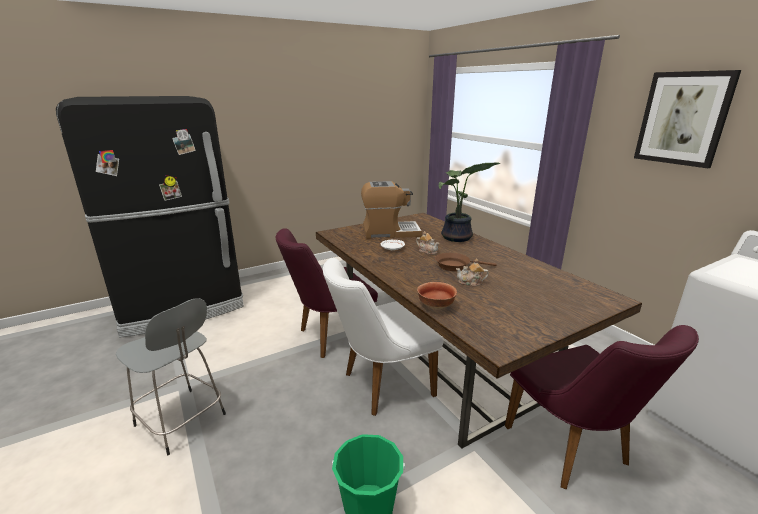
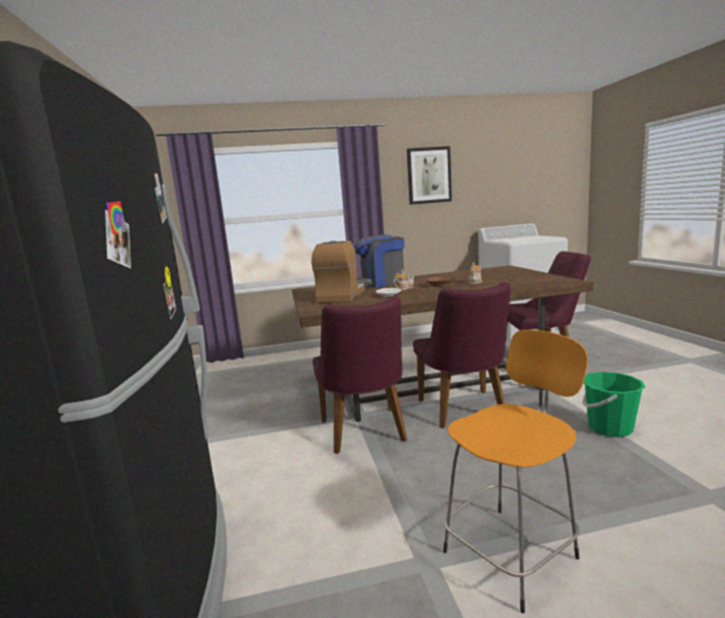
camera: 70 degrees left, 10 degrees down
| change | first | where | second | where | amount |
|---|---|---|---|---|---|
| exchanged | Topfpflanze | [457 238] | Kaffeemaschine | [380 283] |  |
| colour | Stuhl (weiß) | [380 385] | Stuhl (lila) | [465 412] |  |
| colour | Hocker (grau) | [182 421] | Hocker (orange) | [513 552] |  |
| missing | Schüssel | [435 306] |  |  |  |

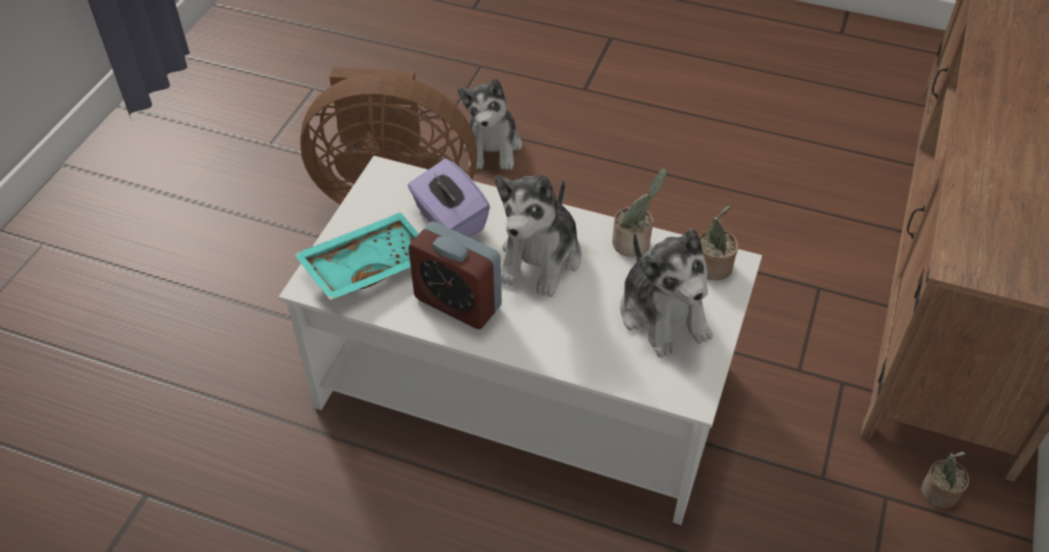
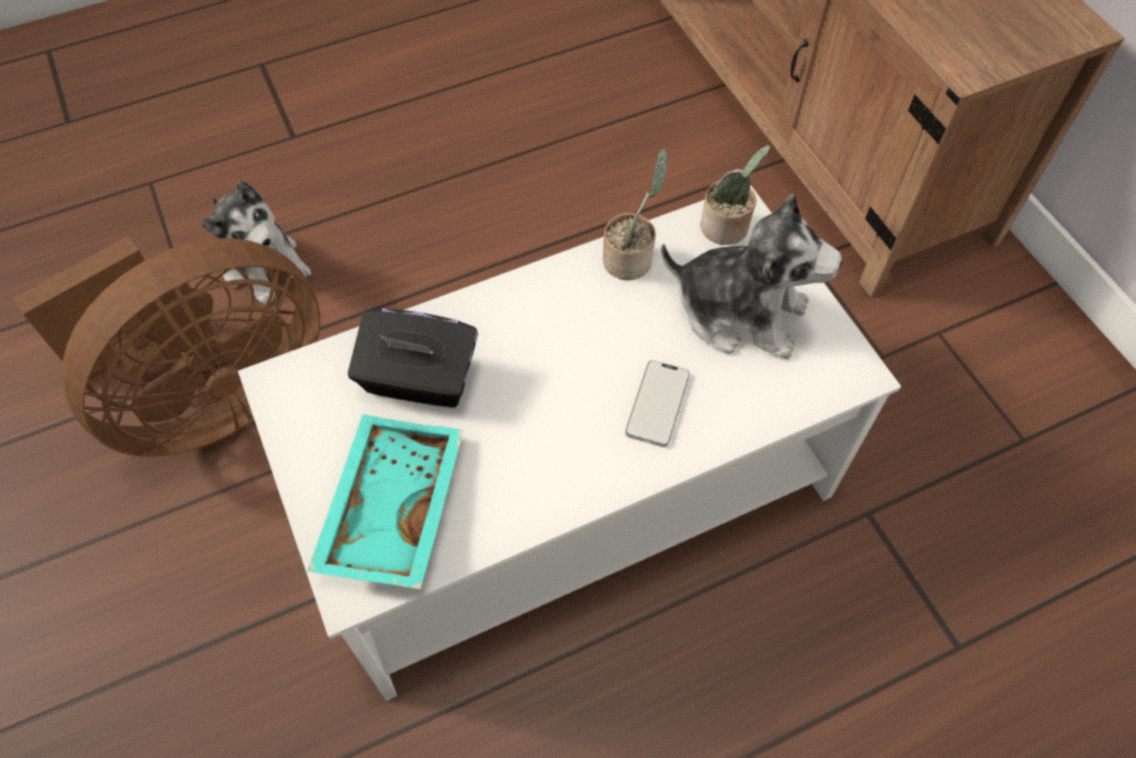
camera: 45 degrees left, 10 degrees up
| change | first | where | second | where | amount |
|---|---|---|---|---|---|
| colour | Taschentuchbox (lila) | [449 220] | Taschentuchbox (schwarz) | [419 380] |  |
| appeared |  |  | Handy | [657 404] |  |
| missing | Wecker | [458 302] |  |  |  |
| missing | Plüschtier | [540 258] |  |  |  |
| missing | Topfpflanze | [938 494] |  |  |  |

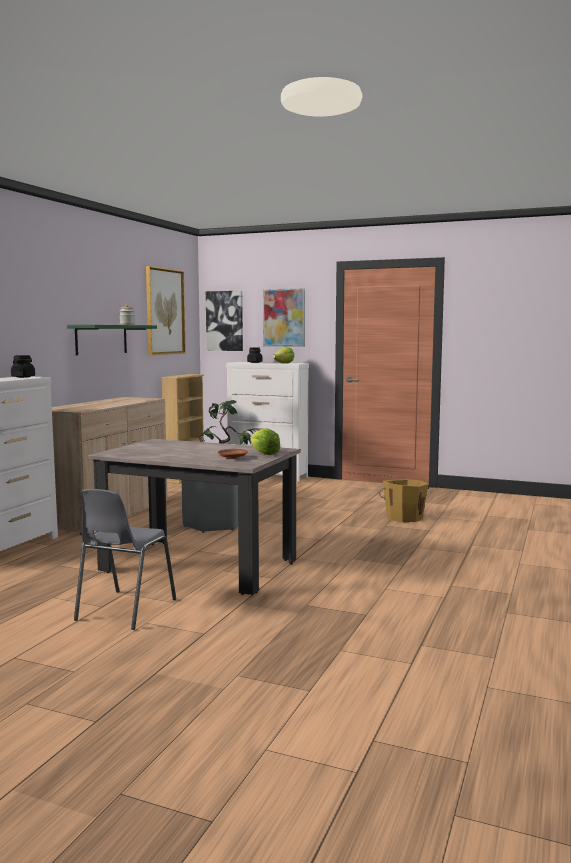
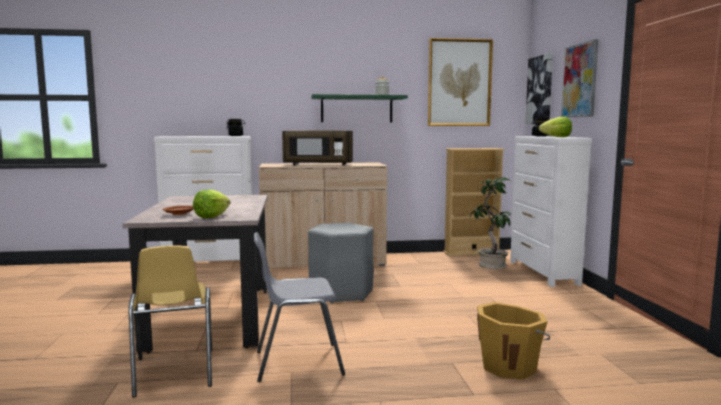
camera: 60 degrees right, 0 degrees up
| change | first | where | second | where | amount |
|---|---|---|---|---|---|
| appeared |  |  | Stuhl (gelb) | [174 372] |  |
| relocated | Stuhl (grau) | [124 610] |  | [297 362] |  |
| appeared |  |  | Mikrowelle (braun) | [318 164] |  |

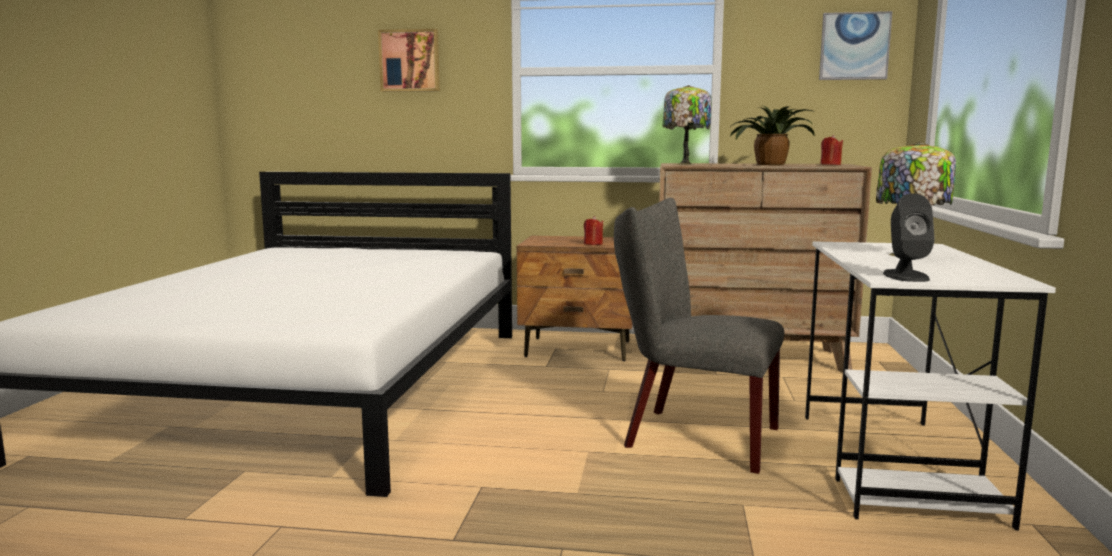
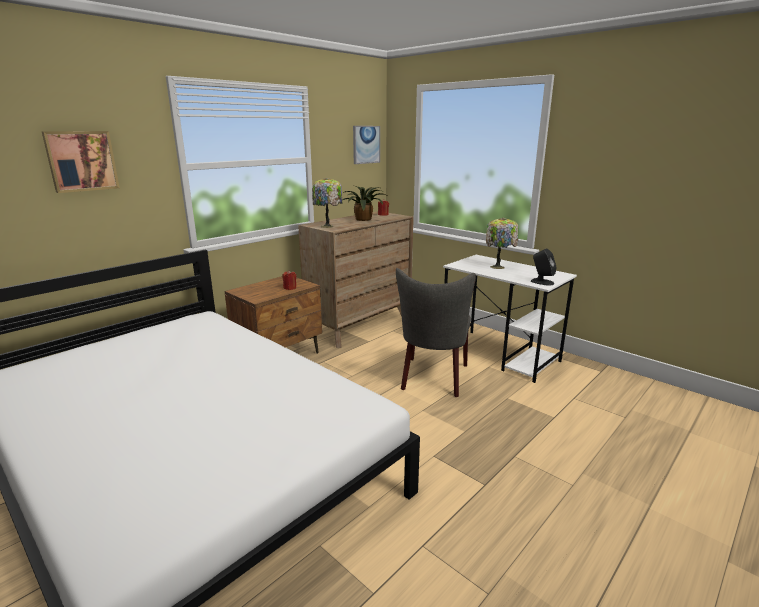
camera: 55 degrees left, 10 degrees up
| change | first | where | second | where | amount |
|---|---|---|---|---|---|
| spun | Stuhl (grau) | [691 436] |  | [433 379] | 45 degrees counterclockwise |

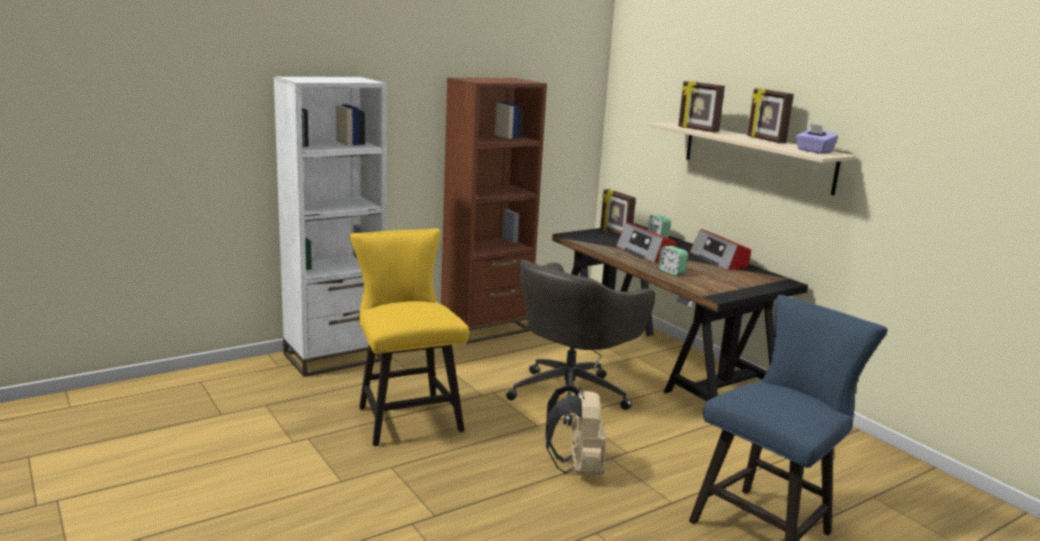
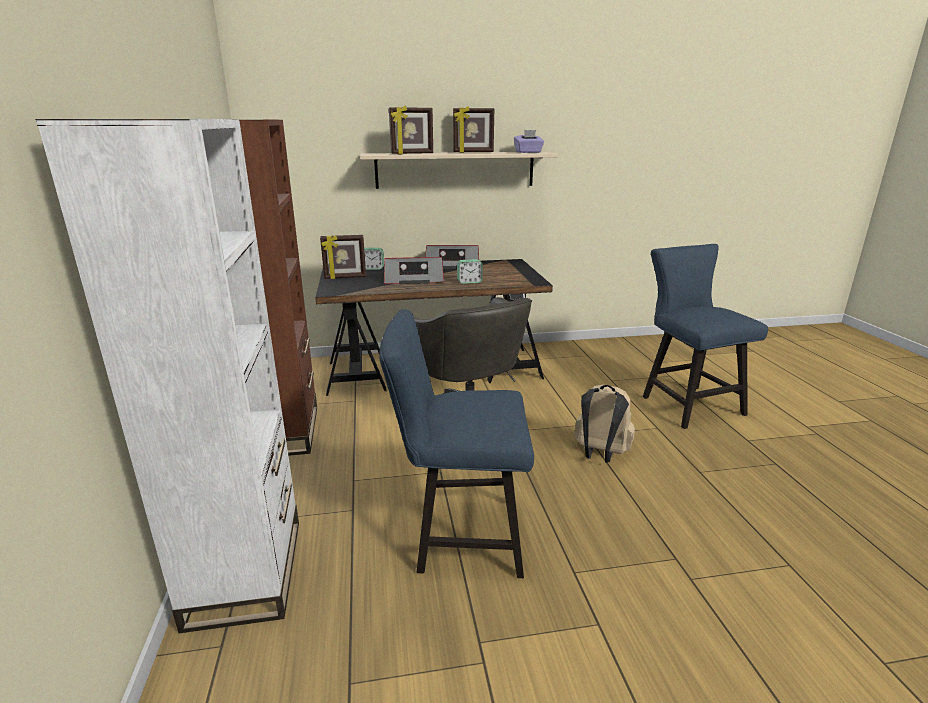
camera: 65 degrees left, 5 degrees up
| change | first | where | second | where | amount |
|---|---|---|---|---|---|
| colour | Stuhl (gelb) | [405 415] | Stuhl (blau) | [459 536] |  |

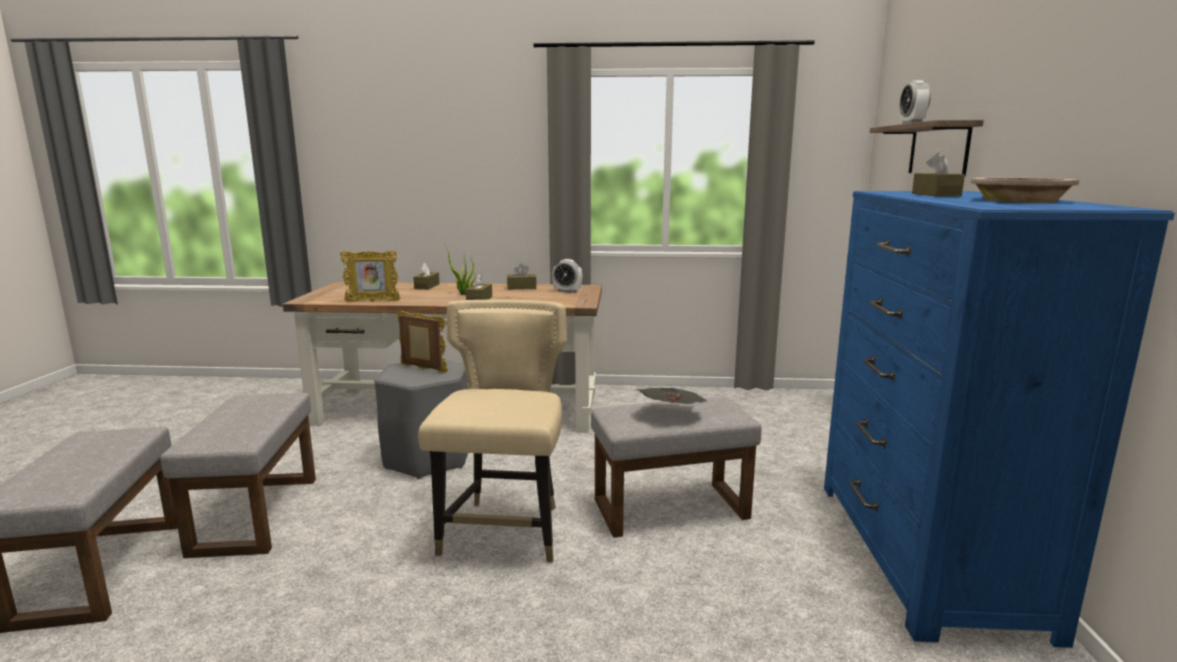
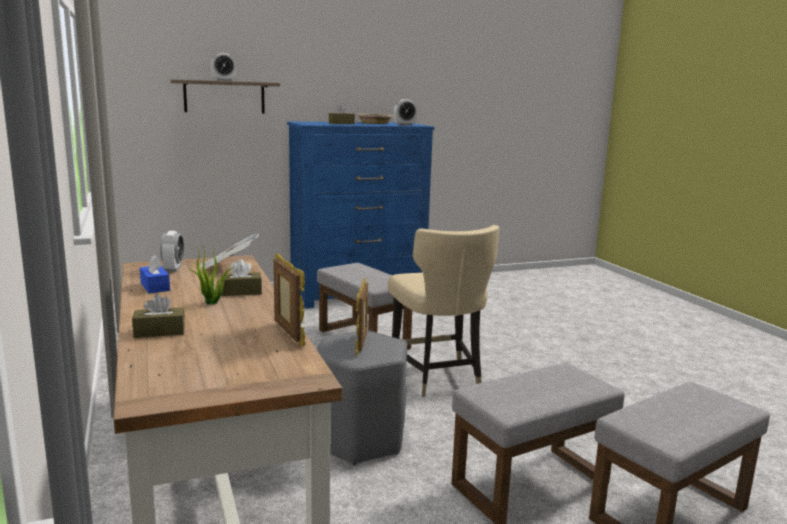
camera: 115 degrees left, 0 degrees up
| change | first | where | second | where | amount |
|---|---|---|---|---|---|
| colour | Taschentuchbox (braun) | [521 288] | Taschentuchbox (blau) | [155 287] |  |
| relocated | Zeitung | [672 414] |  | [228 267] |  |
| spun | Stuhl (beige) | [505 531] |  | [437 377] | 90 degrees counterclockwise |
| appeared |  |  | Wecker | [404 125] |  |

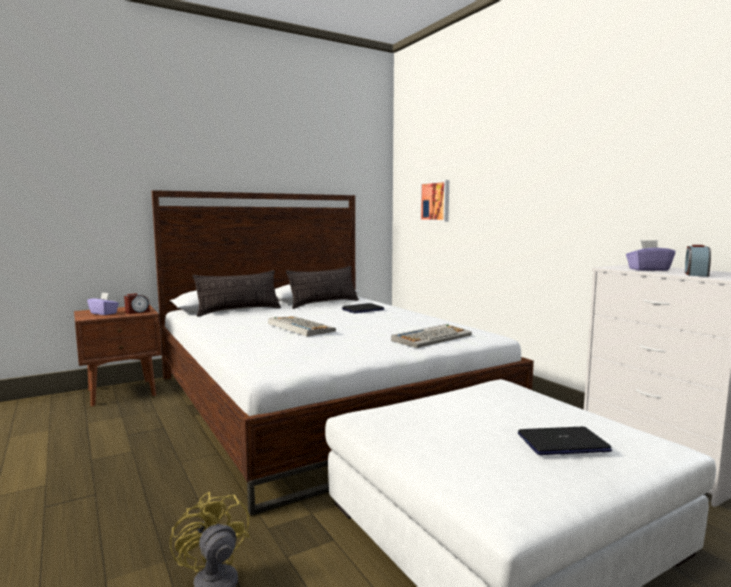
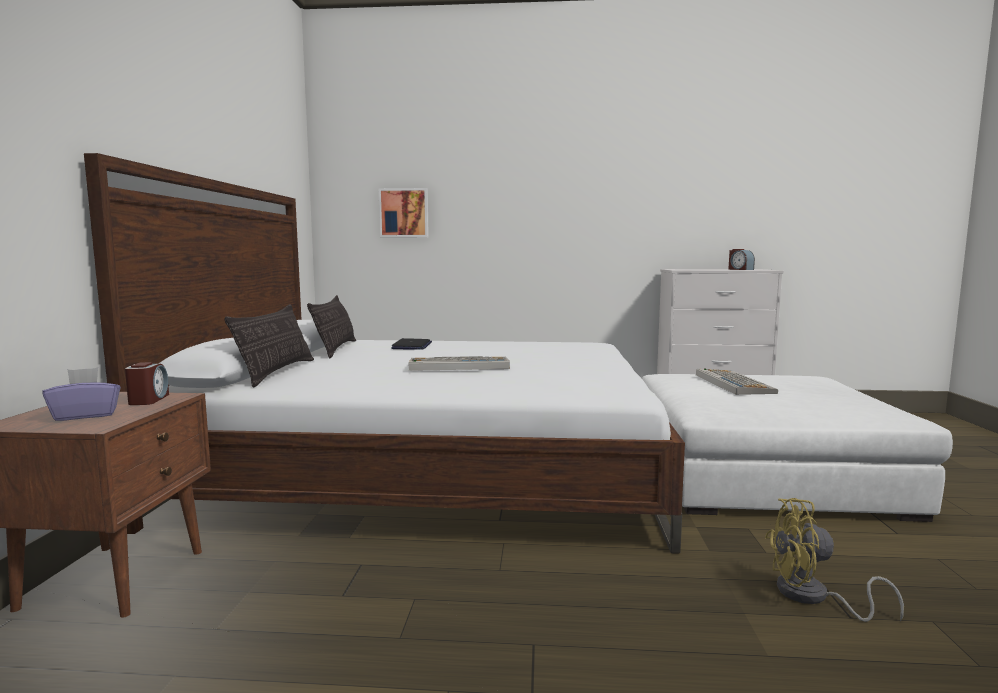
camera: 55 degrees left, 0 degrees up
| change | first | where | second | where | amount |
|---|---|---|---|---|---|
| relocated | Tastatur | [432 337] |  | [732 383] |  |
| missing | Laptop | [562 442] |  |  |  |
| missing | Taschentuchbox (lila) | [648 269] |  |  |  |

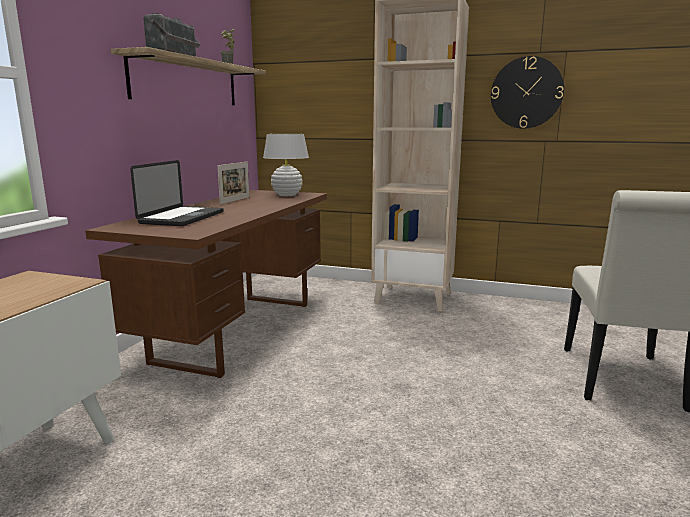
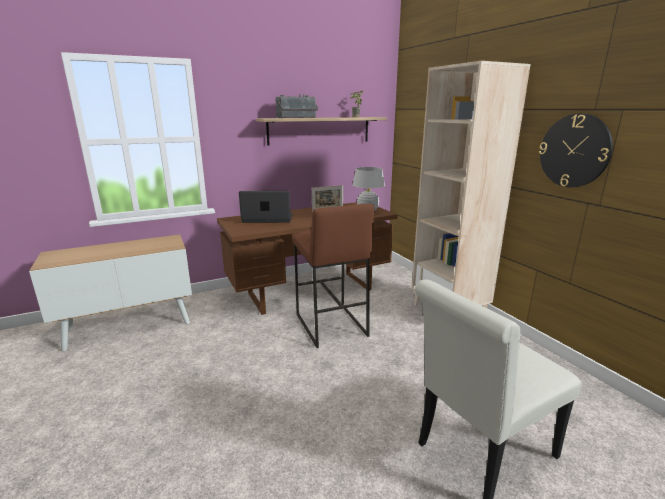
camera: 45 degrees right, 5 degrees up
| change | first | where | second | where | amount |
|---|---|---|---|---|---|
| spun | Laptop | [182 217] |  | [267 219] | 150 degrees counterclockwise |
| appeared |  |  | Hocker (braun) | [330 325] |  |

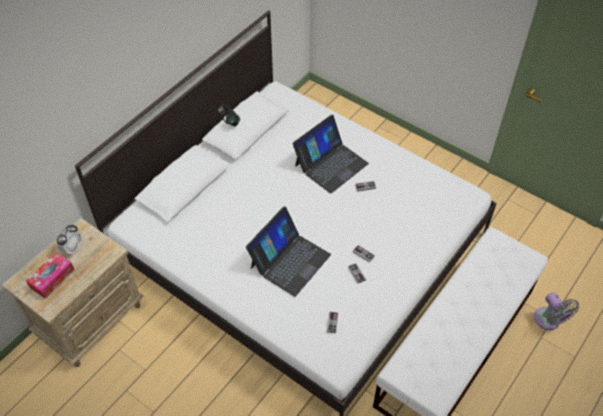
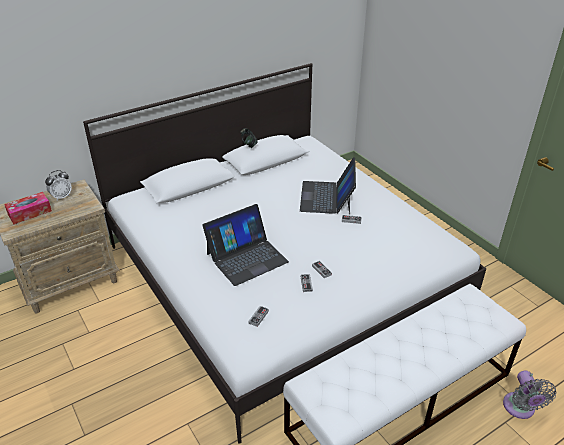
camera: 20 degrees right, 15 degrees down
| change | first | where | second | where | amount |
|---|---|---|---|---|---|
| spun | Laptop | [330 164] |  | [327 197] | 120 degrees clockwise |

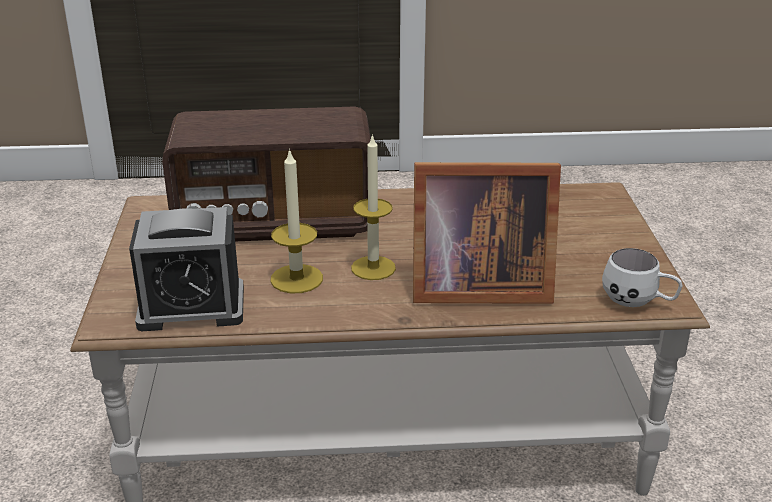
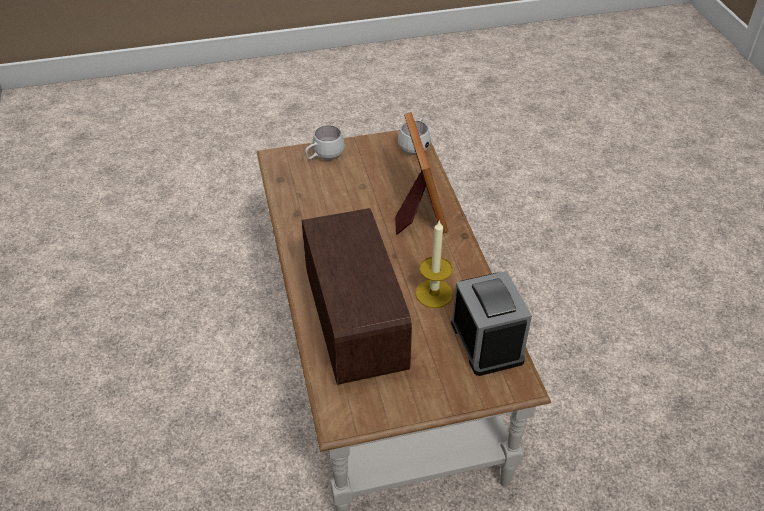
camera: 100 degrees left, 15 degrees up
| change | first | where | second | where | amount |
|---|---|---|---|---|---|
| appeared |  |  | Henkelbecher (weiß) | [324 157] |  |
| missing | Kerze | [373 268] |  |  |  |

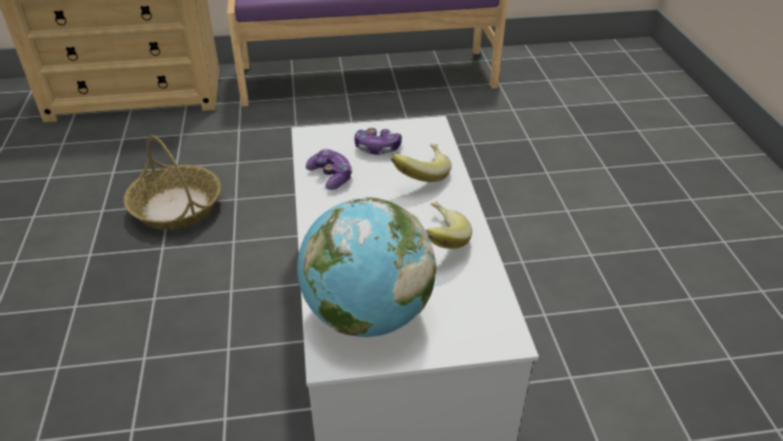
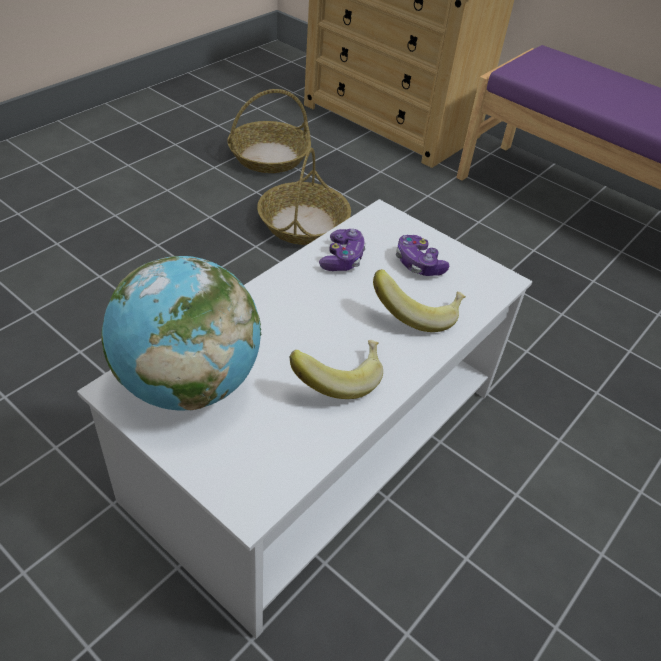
camera: 45 degrees right, 5 degrees up
| change | first | where | second | where | amount |
|---|---|---|---|---|---|
| appeared |  |  | Korb | [269 156] |  |

